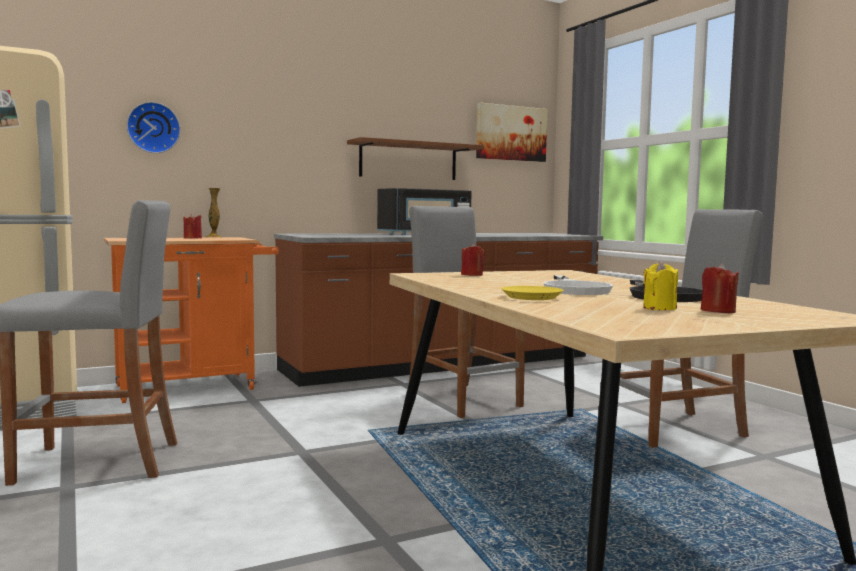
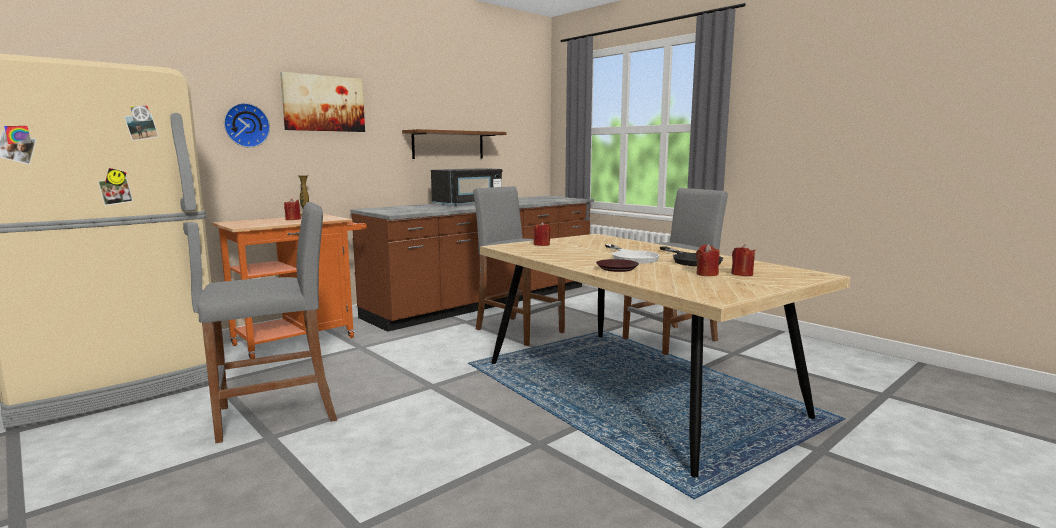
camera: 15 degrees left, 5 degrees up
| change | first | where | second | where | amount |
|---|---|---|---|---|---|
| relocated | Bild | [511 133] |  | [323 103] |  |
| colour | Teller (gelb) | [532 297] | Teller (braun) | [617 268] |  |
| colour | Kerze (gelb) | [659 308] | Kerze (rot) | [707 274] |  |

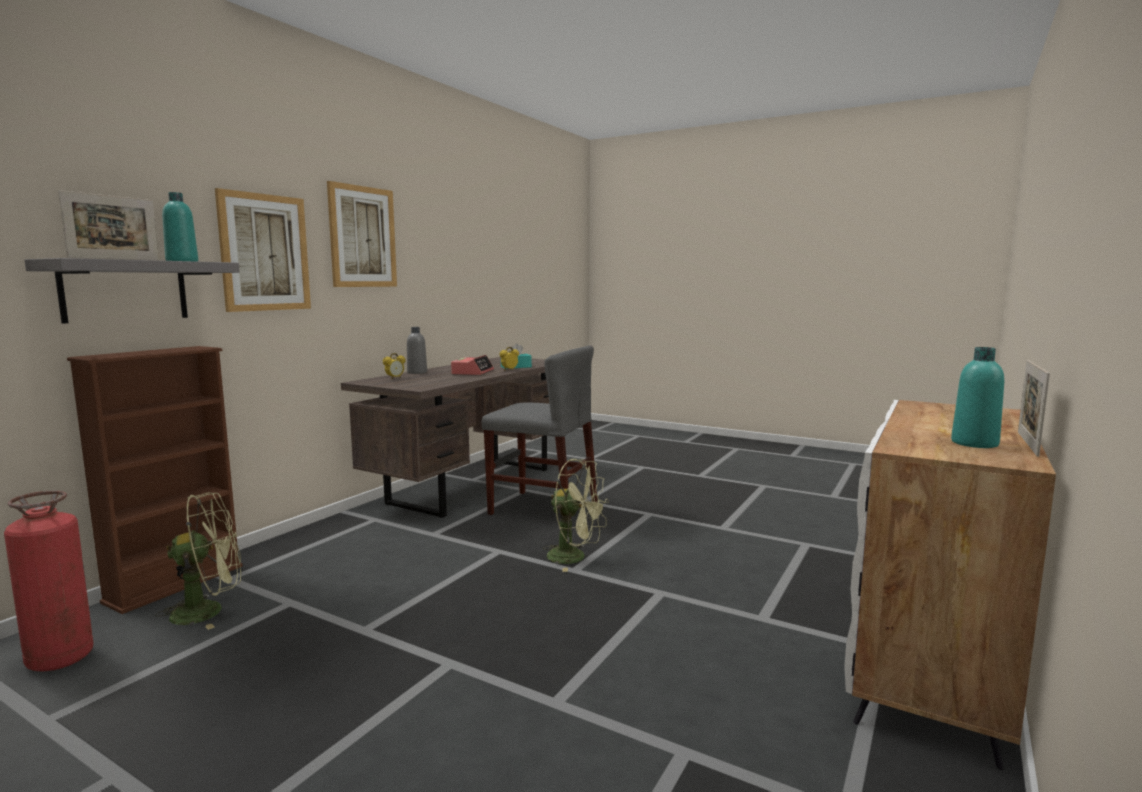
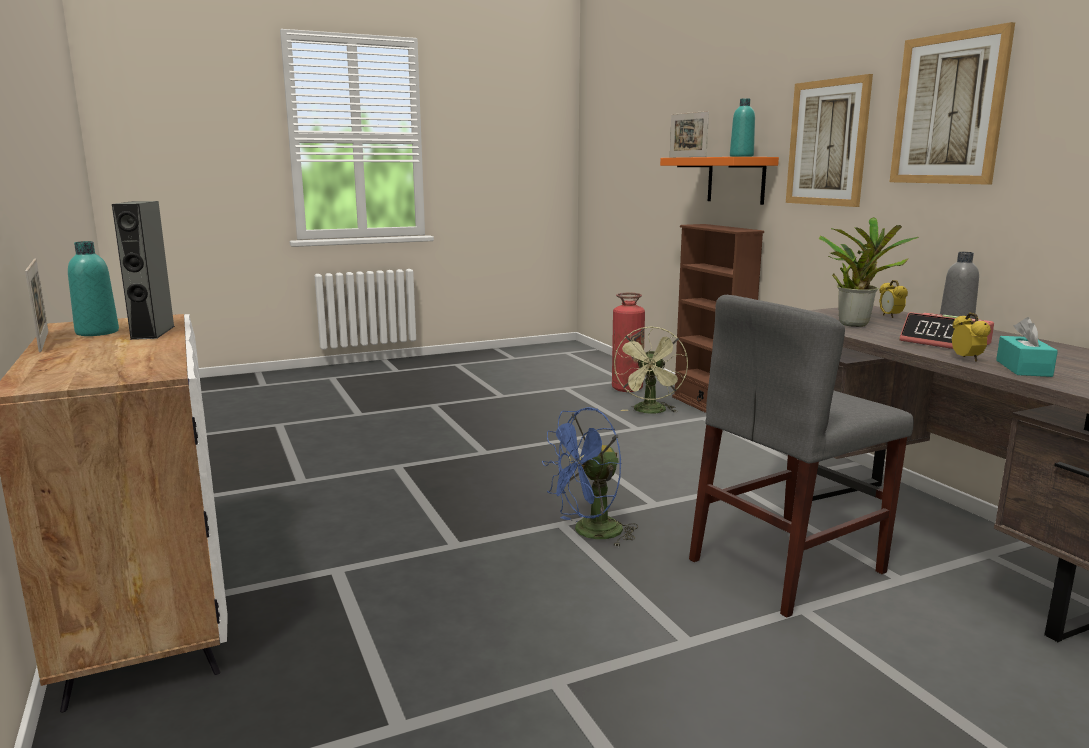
camera: 125 degrees right, 5 degrees up
| change | first | where | second | where | amount |
|---|---|---|---|---|---|
| appeared |  |  | Lautsprecher (grau) | [153 332] |  |
| colour | Ventilator (grün) | [575 558] | Ventilator (blau) | [590 533] |  |
| colour | Wandregal (grau) | [125 291] | Wandregal (orange) | [736 180] |  |
| appeared |  |  | Topfpflanze | [855 324] |  |

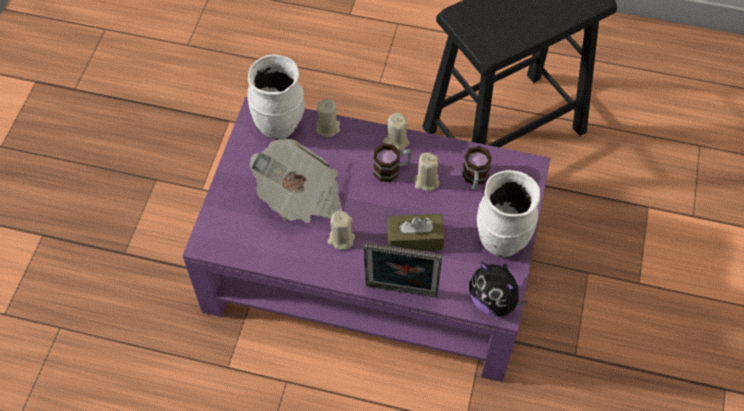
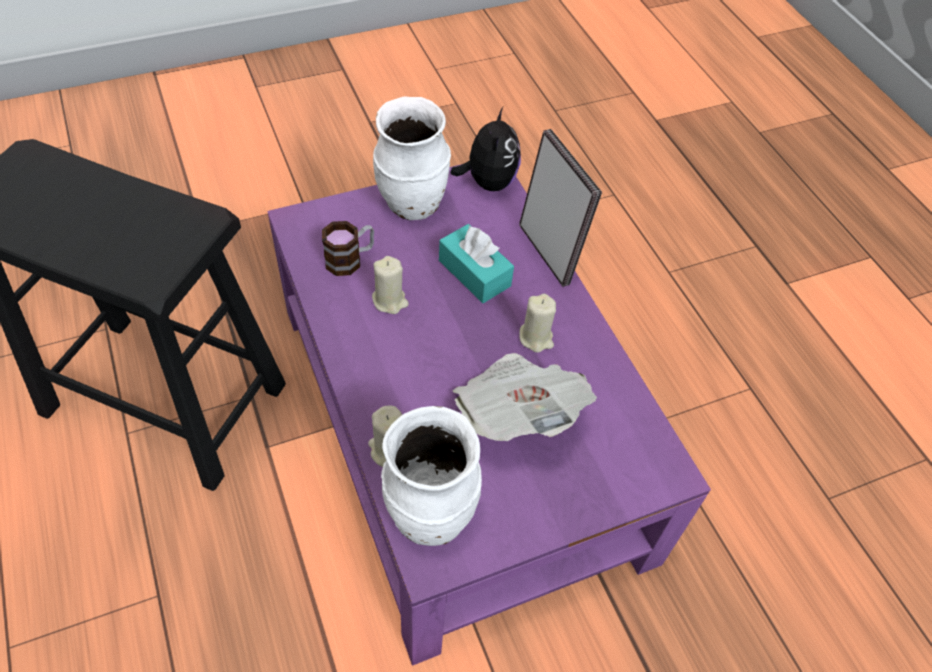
camera: 130 degrees left, 5 degrees down
| change | first | where | second | where | amount |
|---|---|---|---|---|---|
| colour | Taschentuchbox (braun) | [415 238] | Taschentuchbox (türkis) | [474 273] |  |
| missing | Henkelbecher | [392 169] |  |  |  |
| missing | Kerze (beige) | [396 142] |  |  |  |

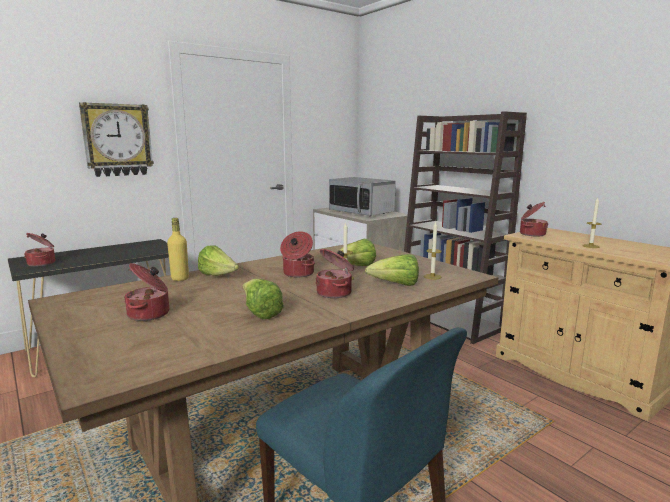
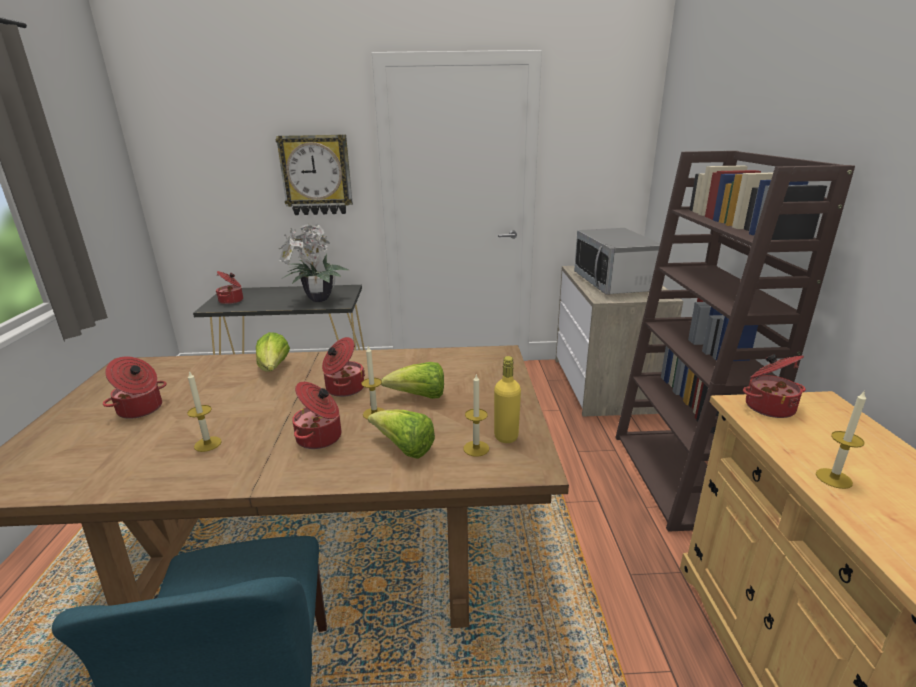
camera: 35 degrees right, 10 degrees up
| change | first | where | second | where | amount |
|---|---|---|---|---|---|
| exchanged | Salatkopf | [260 313] | Kerze | [207 444] |  |
| appeared |  |  | Topfpflanze | [317 300] |  |
| relocated | Flasche (gelb) | [180 278] |  | [506 436] |  |

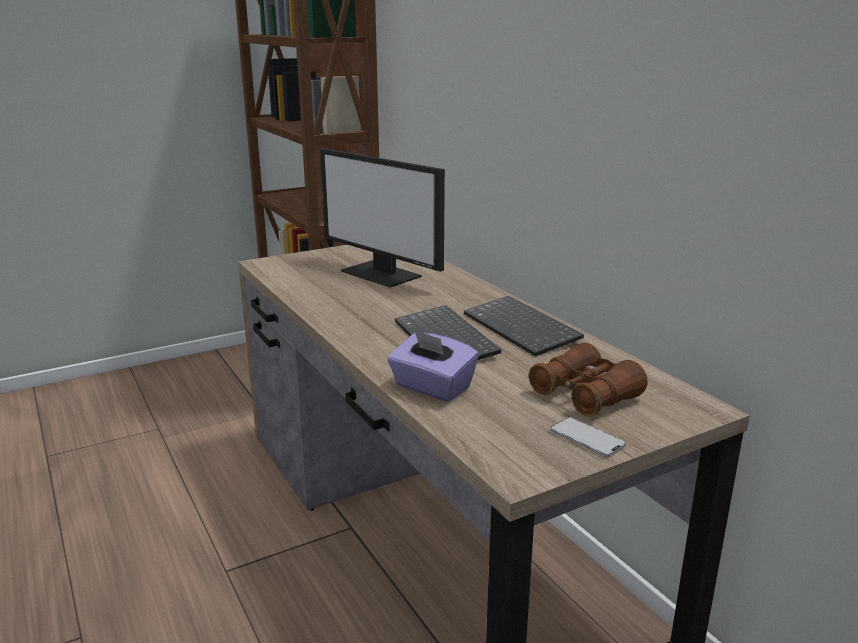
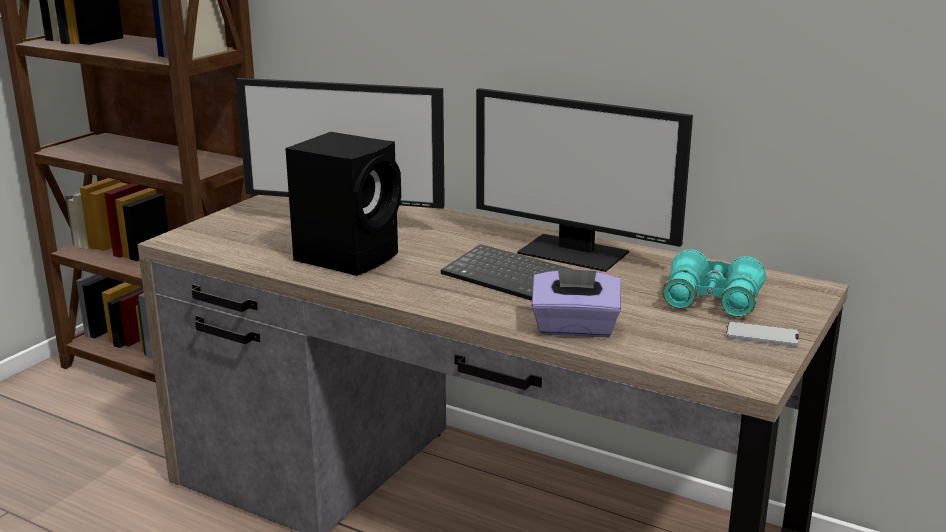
camera: 30 degrees left, 0 degrees up
| change | first | where | second | where | amount |
|---|---|---|---|---|---|
| appeared |  |  | Lautsprecher (schwarz) | [349 256] |  |
| exchanged | Tastatur | [523 328] | Monitor | [575 252] |  |
| colour | Fernglas (braun) | [585 395] | Fernglas (türkis) | [712 300] |  |

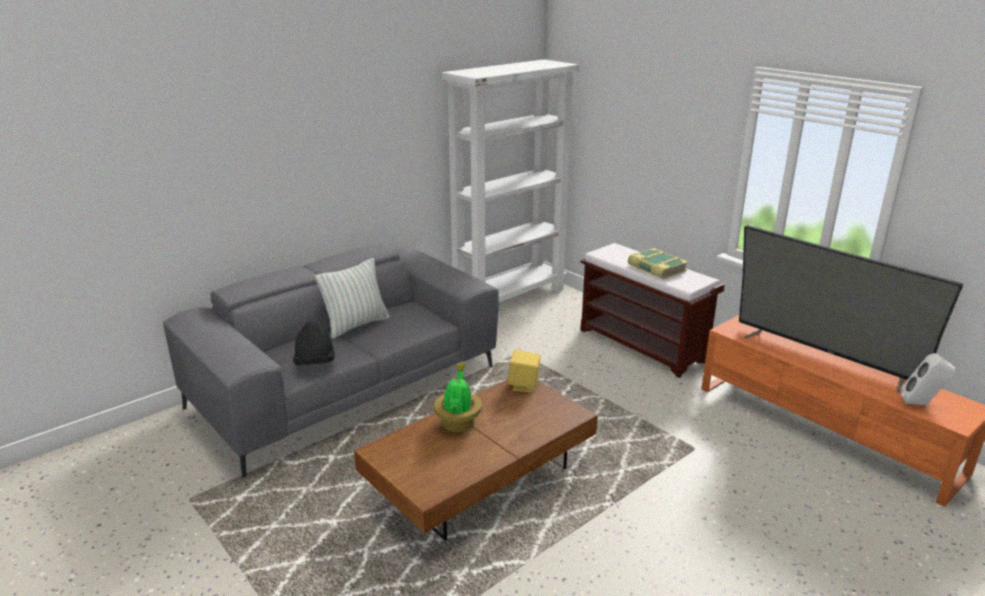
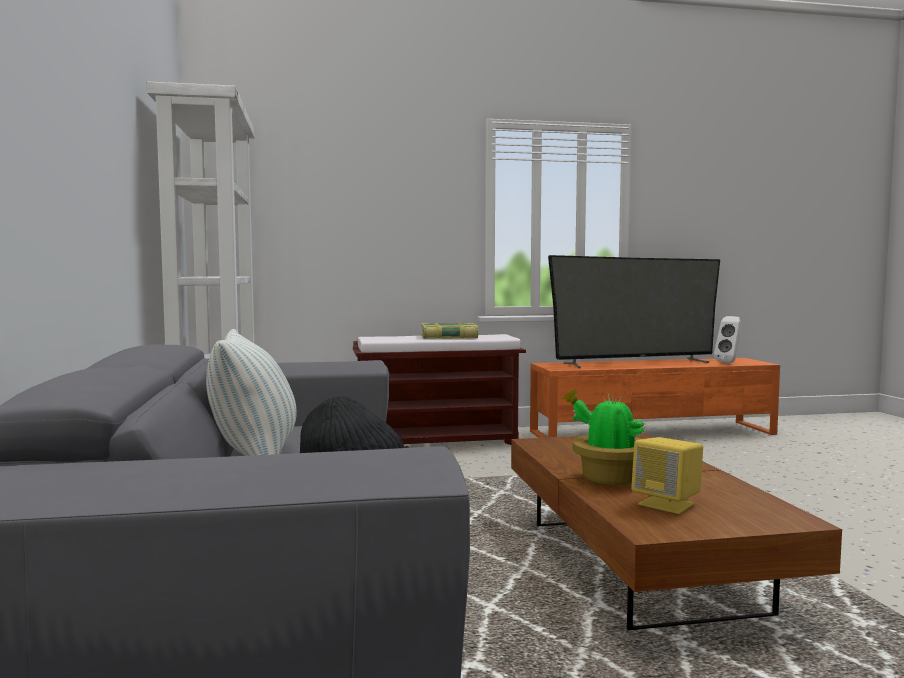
camera: 60 degrees left, 20 degrees down
| change | first | where | second | where | amount |
|---|---|---|---|---|---|
| relocated | Lautsprecher (gelb) | [524 385] |  | [667 504] |  |

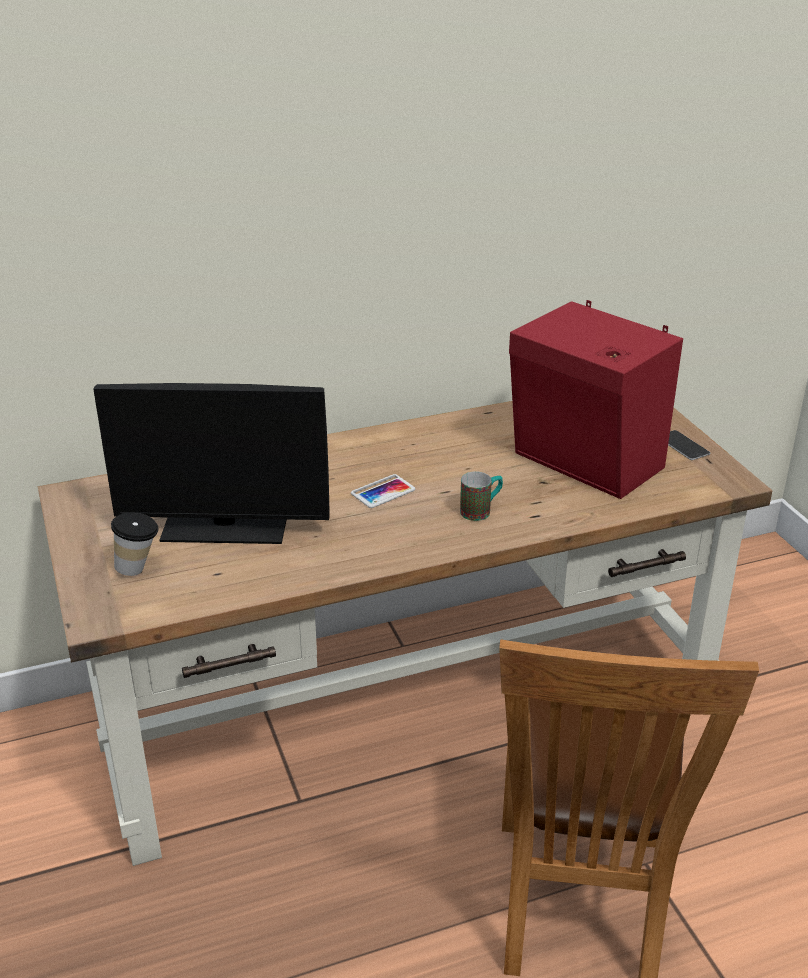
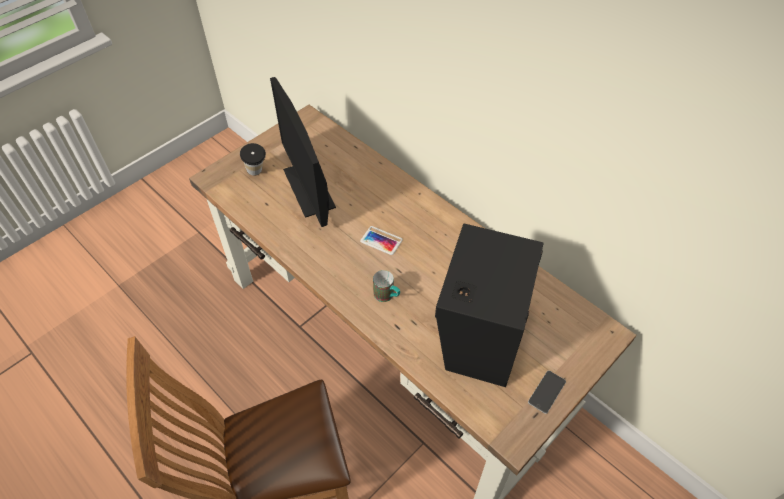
camera: 65 degrees right, 20 degrees up
| change | first | where | second | where | amount |
|---|---|---|---|---|---|
| colour | Lautsprecher (rot) | [586 464] | Lautsprecher (schwarz) | [479 337] |  |

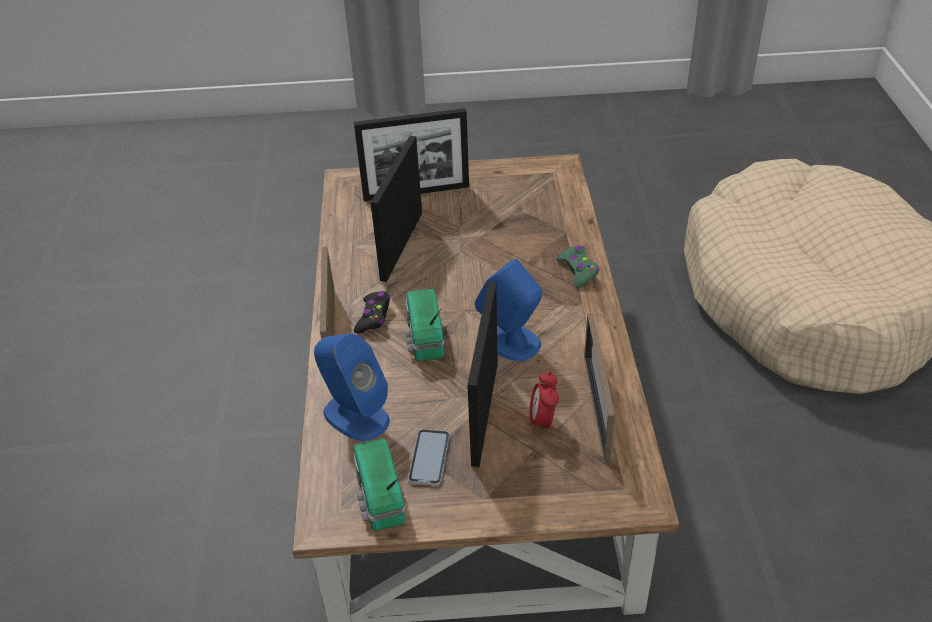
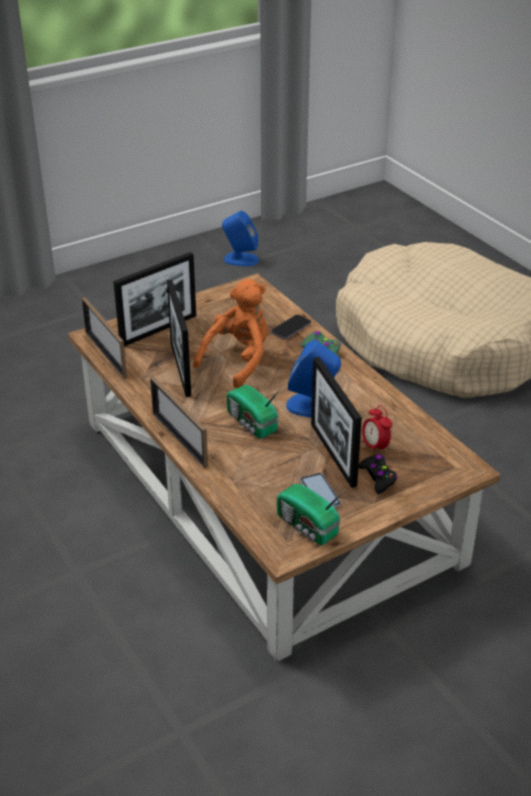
camera: 30 degrees left, 5 degrees down
| change | first | where | second | where | amount |
|---|---|---|---|---|---|
| relocated | Bilderrahmen | [596 406] |  | [105 354] |  |
| appeared |  |  | Plüschtier (orange) | [238 360] |  |
| relocated | Lautsprecher (blau) | [355 415] |  | [240 259] |  |
| appeared |  |  | Handy | [291 328] |  |
| relocated | Gamepad (schwarz) | [373 317] |  | [378 477] |  |

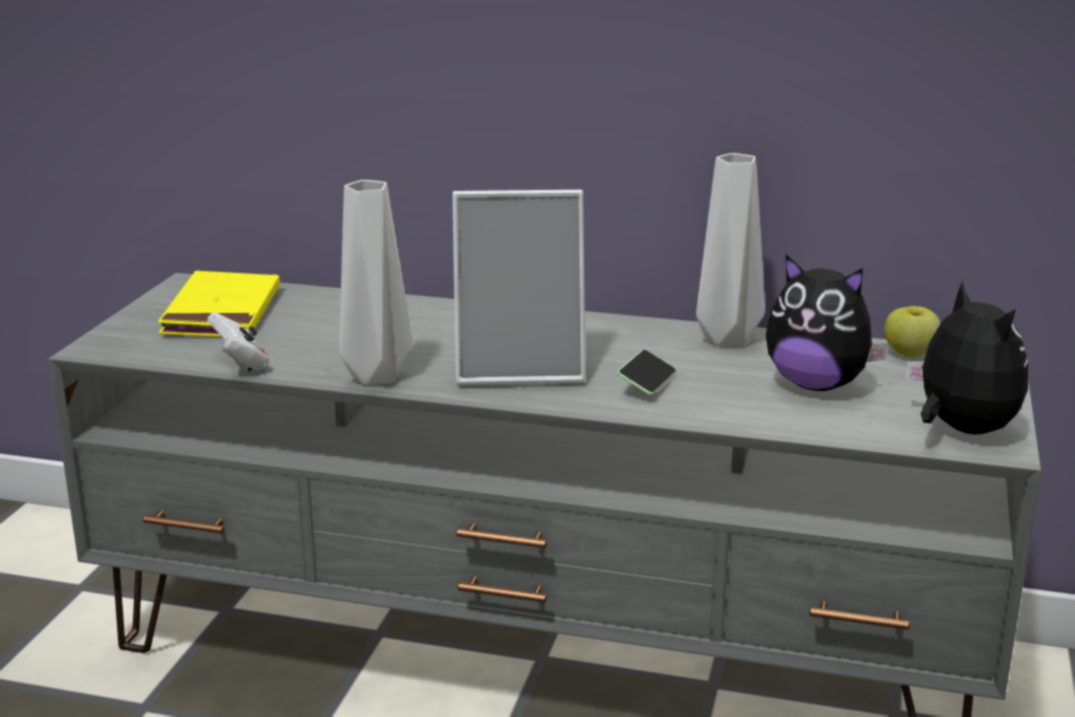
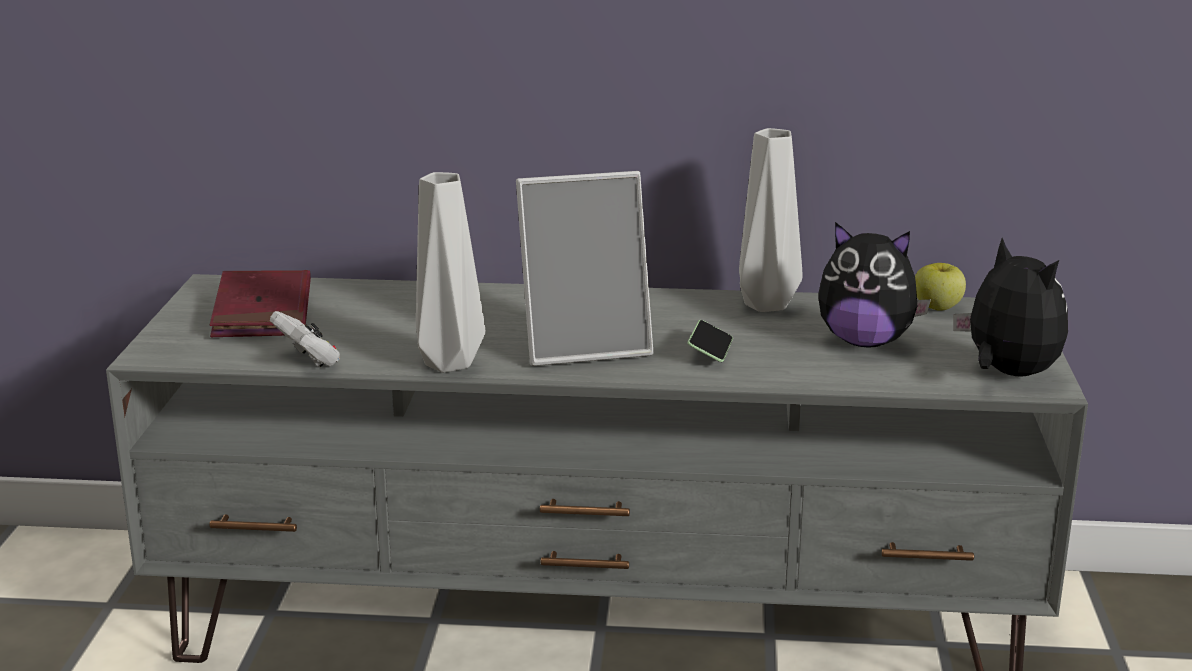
camera: 10 degrees left, 0 degrees up
| change | first | where | second | where | amount |
|---|---|---|---|---|---|
| colour | Buch (gelb) | [222 312] | Buch (rot) | [263 311] |  |

